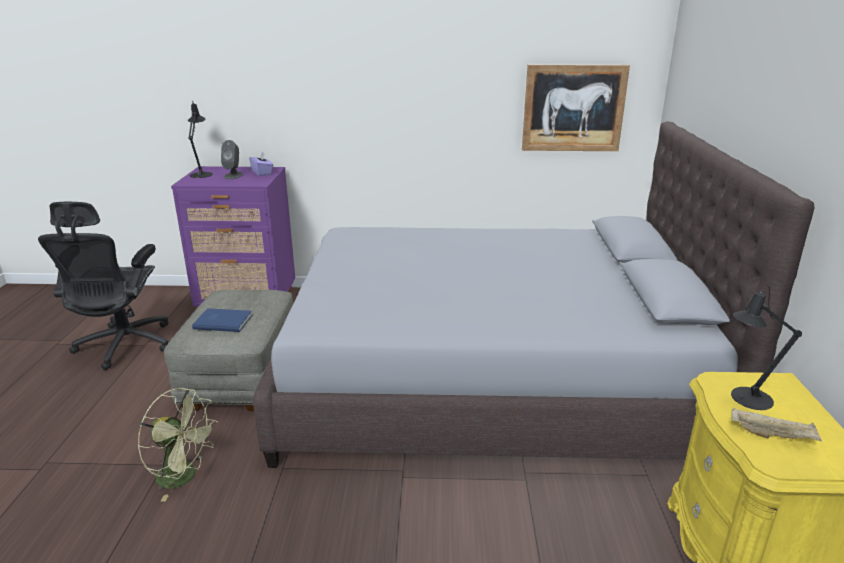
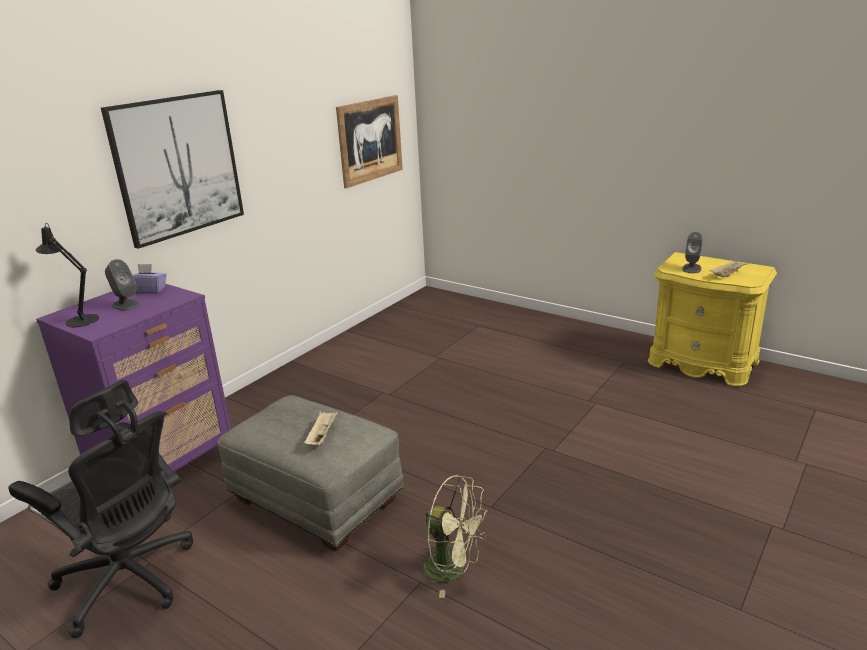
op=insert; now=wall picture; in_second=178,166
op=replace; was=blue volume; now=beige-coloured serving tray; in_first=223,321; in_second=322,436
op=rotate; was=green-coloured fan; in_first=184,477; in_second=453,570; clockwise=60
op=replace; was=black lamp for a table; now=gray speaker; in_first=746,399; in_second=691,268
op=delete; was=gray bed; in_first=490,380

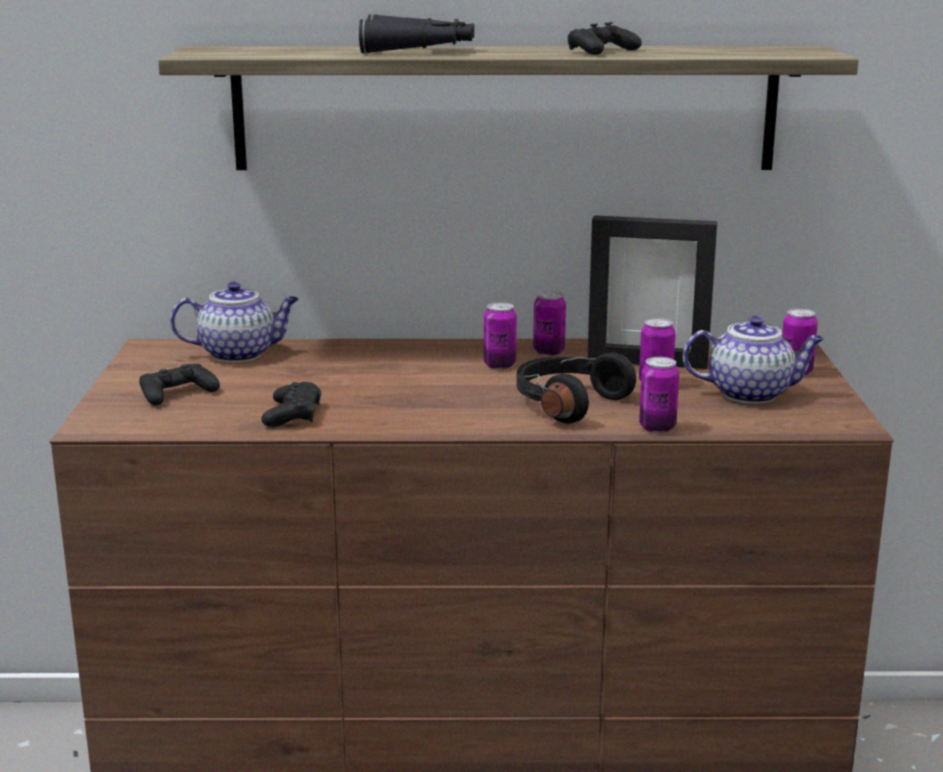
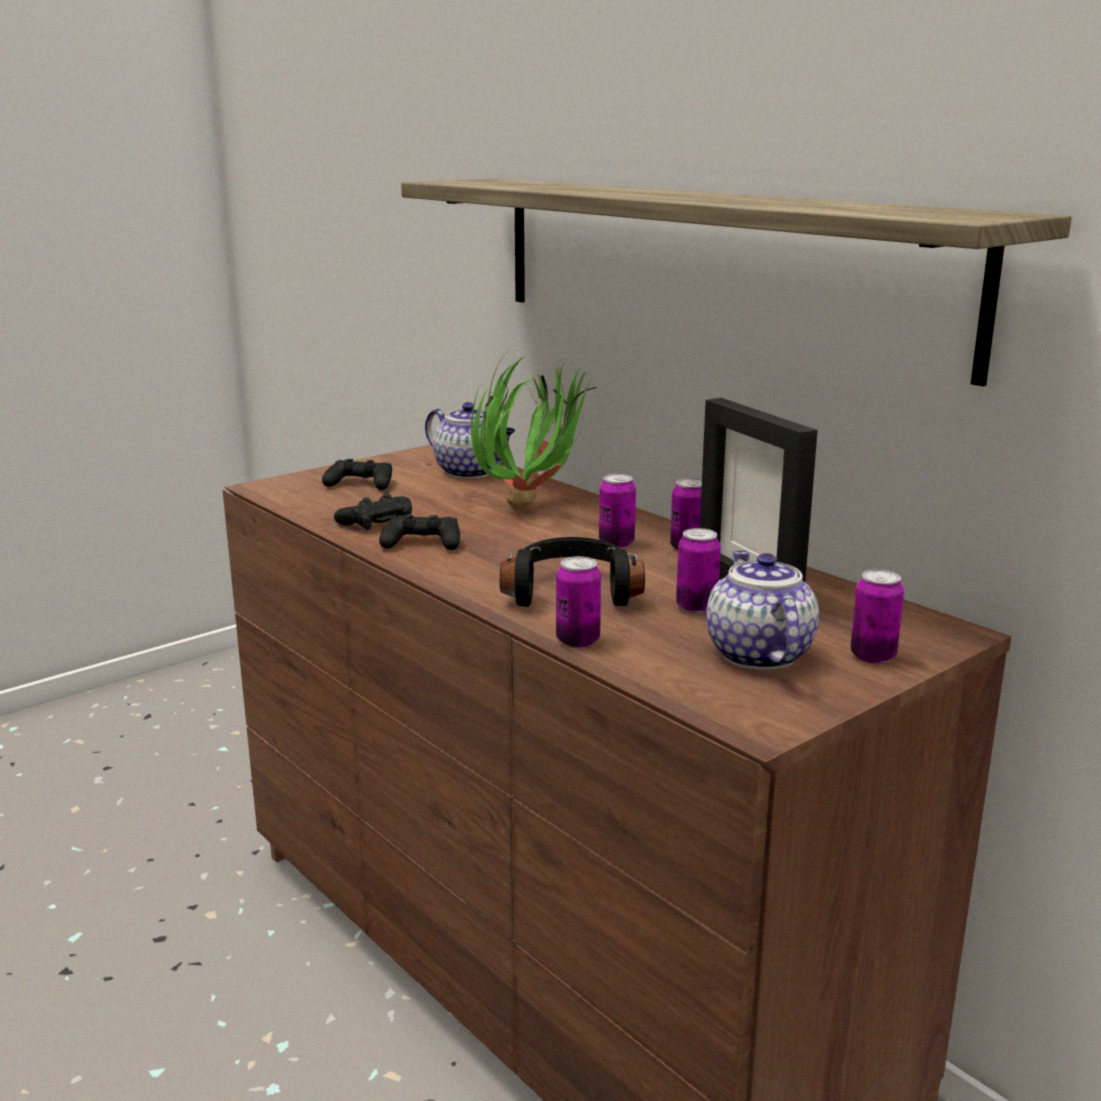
op=move; was=black game controller; in_first=602,51; in_second=422,543
op=insert; now=houseplant; in_second=537,506
op=rotate; was=tea pot; in_first=751,394; in_second=757,653; clockwise=-150
op=delete; was=black binoculars; in_first=419,51

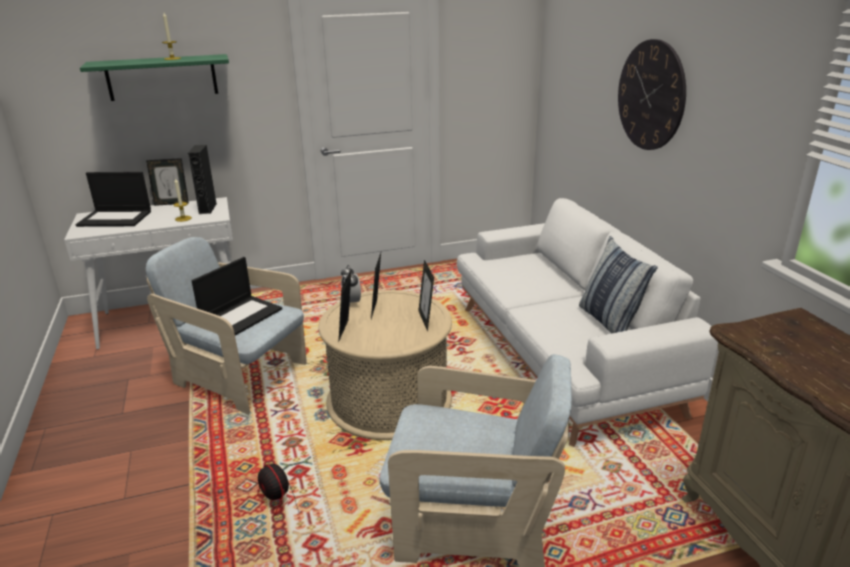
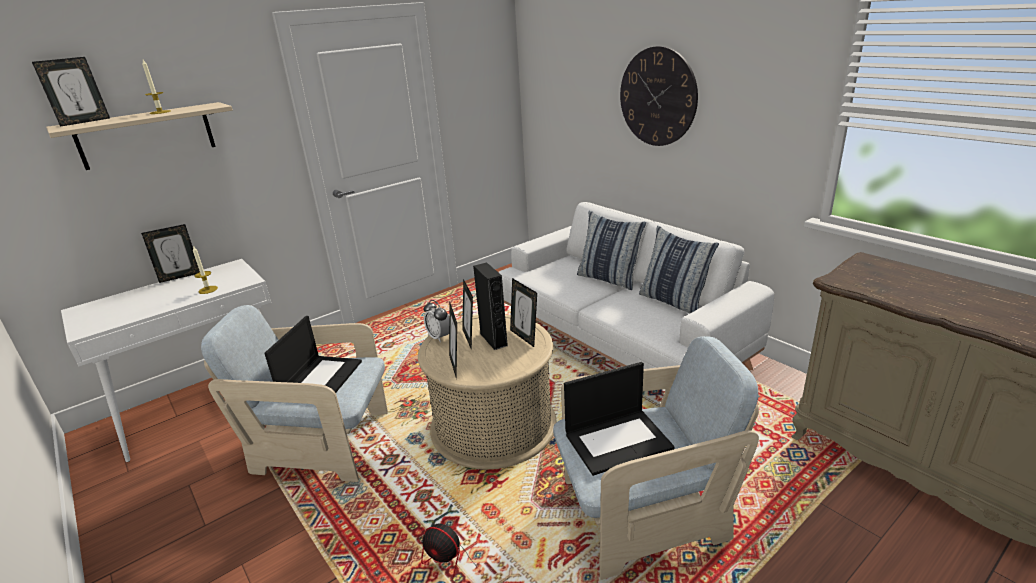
op=insert; now=photo frame; in_second=84,122
op=recolor; was=green-coloured shelf; now=beige-coloured shelf; in_first=162,77; in_second=146,135
op=move; was=black speaker; in_first=207,208; in_second=493,339
op=move; was=notebook computer; in_first=116,218; in_second=618,440
op=insert; now=pillow; in_second=609,279

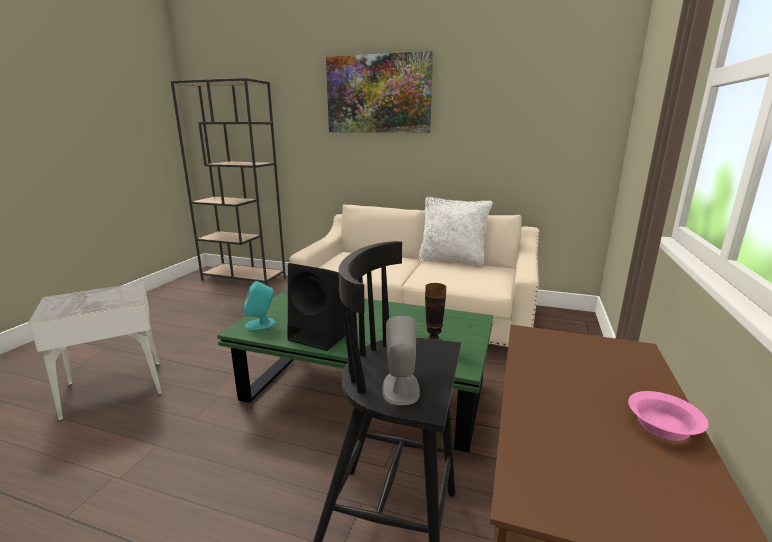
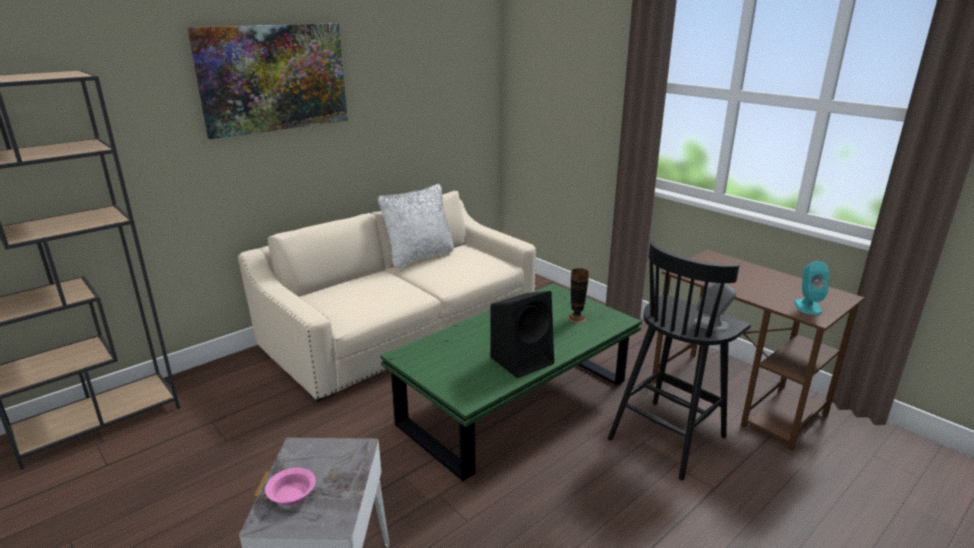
op=move; was=pinkish deep dish; in_first=661,426; in_second=291,495
op=move; was=turquoise-coloured speaker; in_first=261,324; in_second=807,306

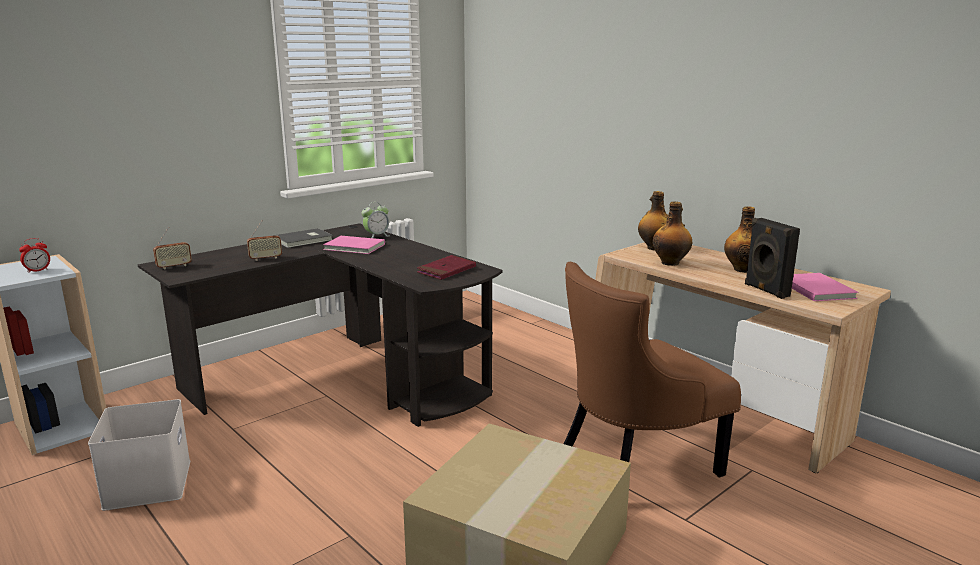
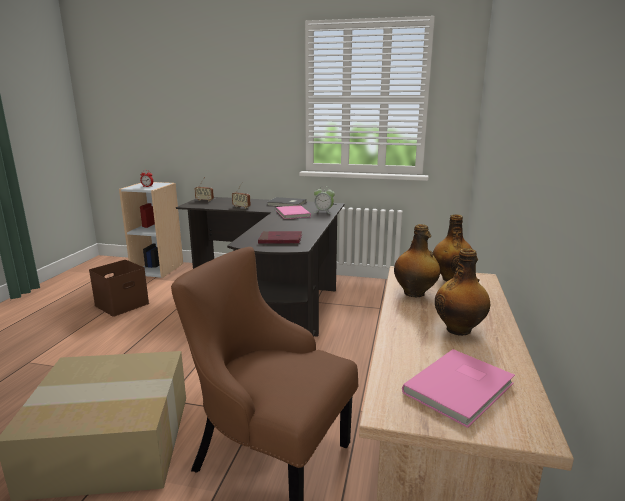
op=recolor; was=whitish storage container; now=brown storage container; in_first=146,483; in_second=122,304
op=delete; was=black speaker; in_first=765,290

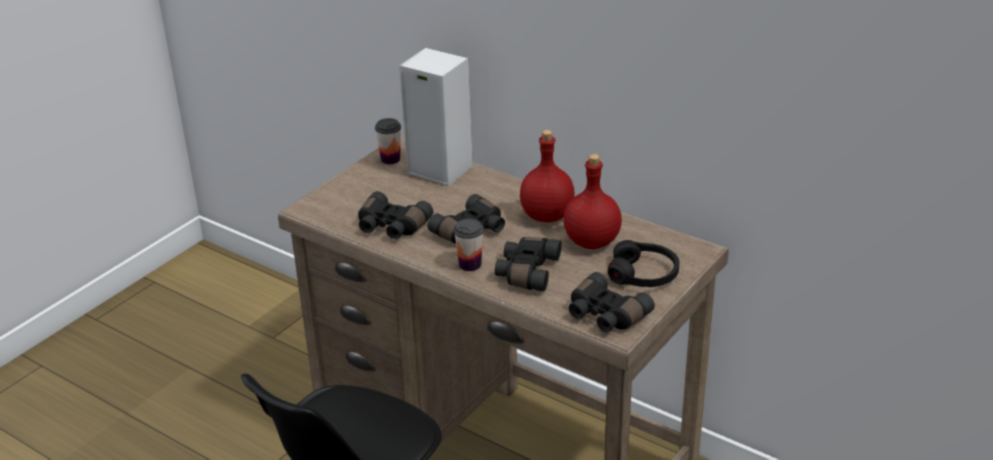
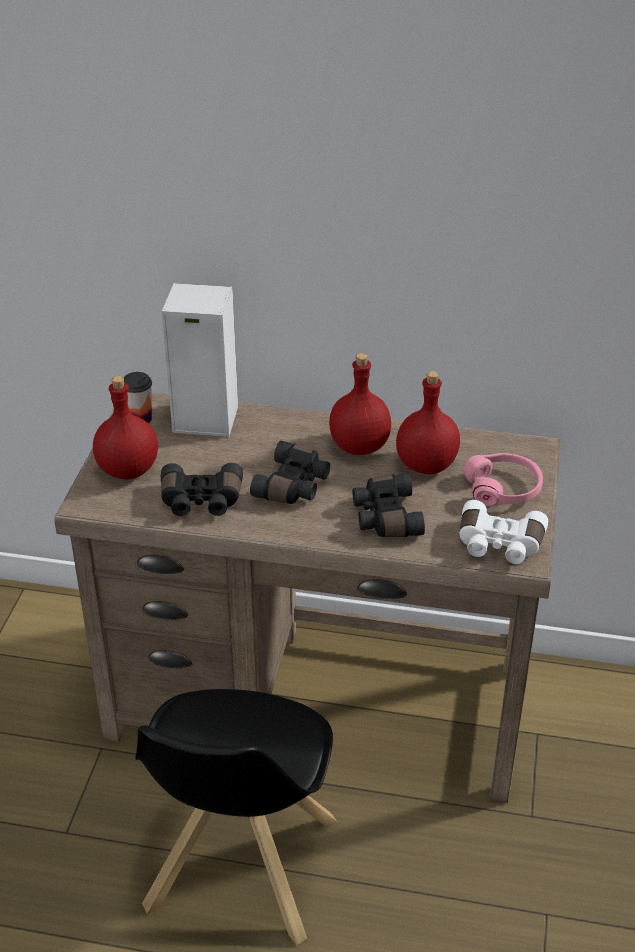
op=insert; now=red drink bottle; in_second=129,469
op=recolor; was=black binoculars; now=whitish binoculars; in_first=605,315; in_second=499,545
op=recolor; was=black headphones; now=pinkish headphones; in_first=643,274; in_second=503,488
op=delete; was=cup; in_first=470,264

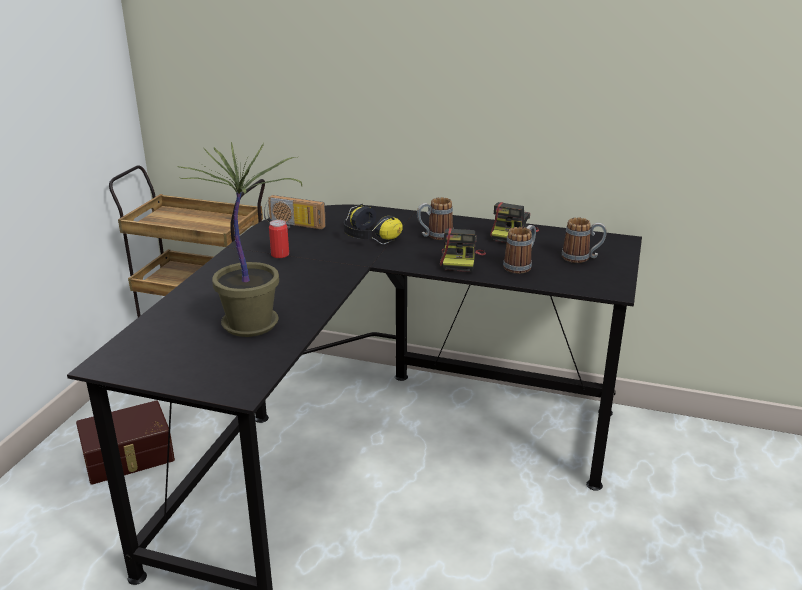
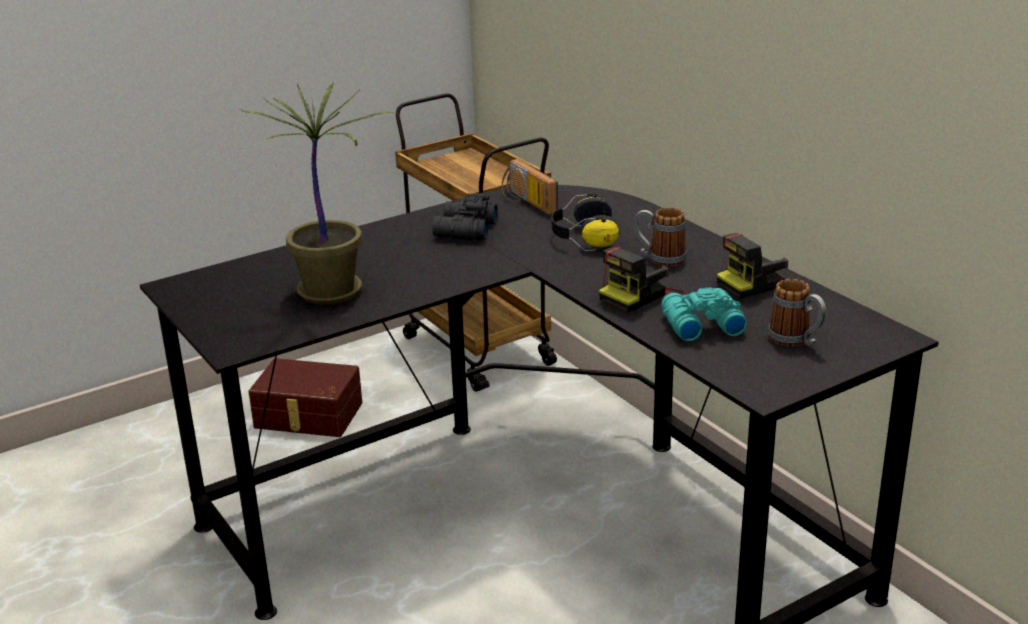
op=replace; was=metal can; now=black binoculars; in_first=280,255; in_second=464,230
op=replace; was=tea mug; now=turquoise-coloured binoculars; in_first=520,266; in_second=700,324

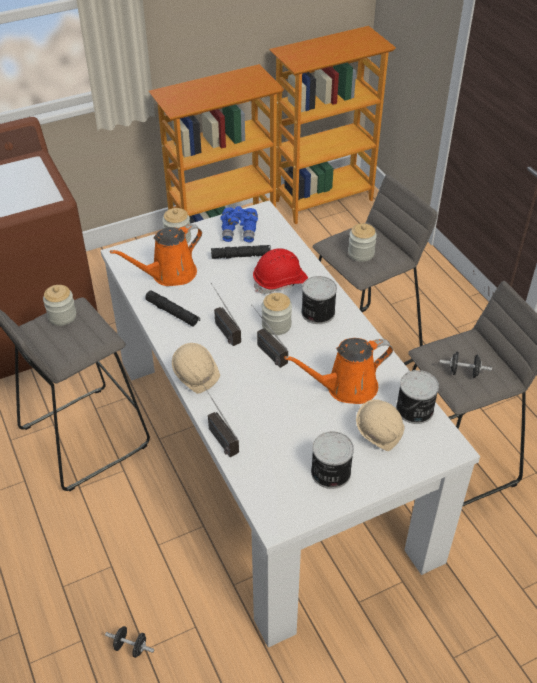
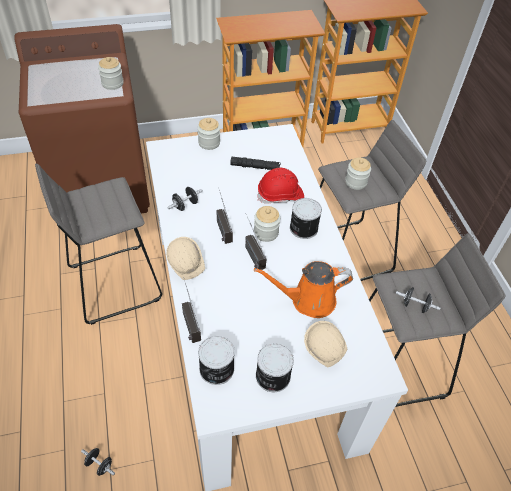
op=move; was=storage jar; in_first=62,316; in_second=112,83
op=replace; was=black flashlight; now=black free weight; in_first=172,312; in_second=185,205
op=move; was=metal can; in_first=415,410; in_second=216,369
op=delete; was=orange watering can; in_first=169,274
op=delete; was=blue binoculars; in_first=239,232

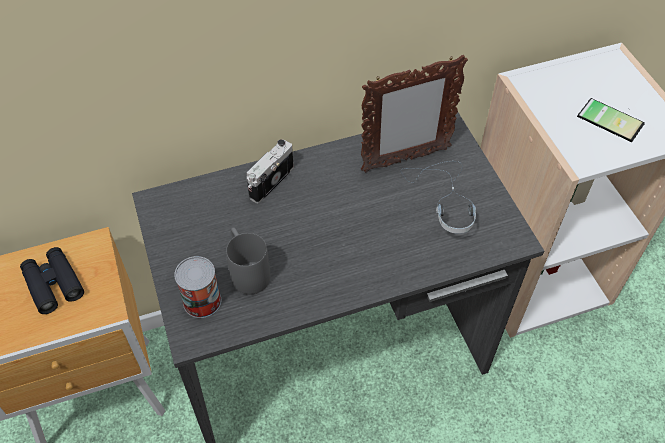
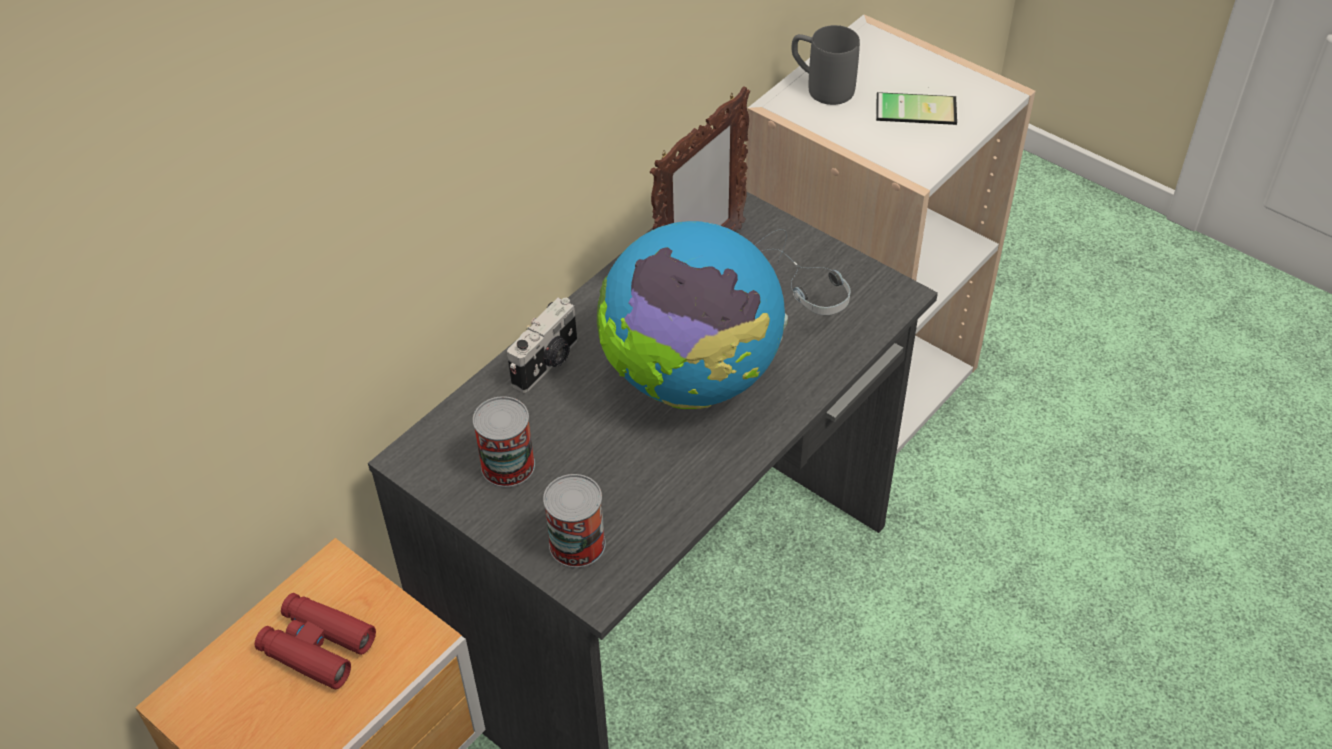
op=recolor; was=black binoculars; now=red binoculars; in_first=53,284; in_second=317,647
op=insert; now=metal can; in_second=508,465
op=rotate; was=still camera; in_first=269,181; in_second=547,363; clockwise=-150
op=insert; now=world globe; in_second=691,378
op=move; was=gray tea mug; in_first=247,271; in_second=821,87

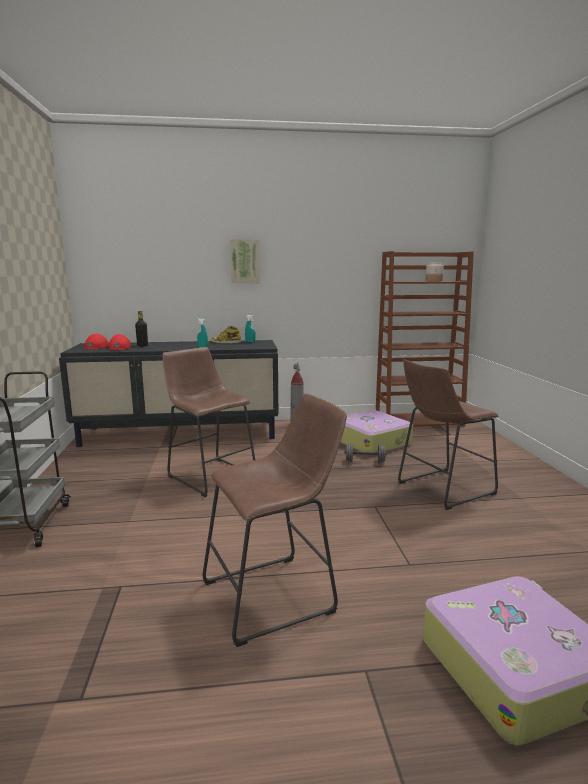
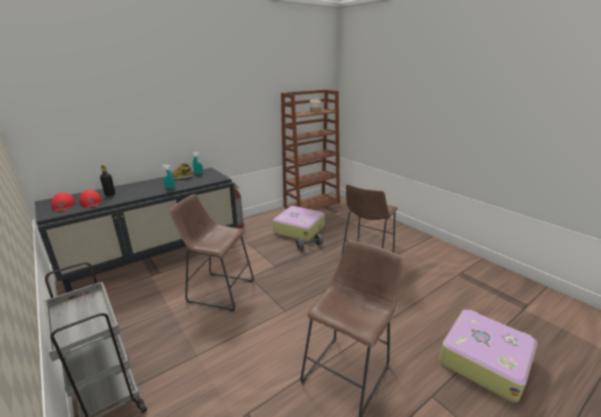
op=delete; was=wall picture; in_first=244,261

